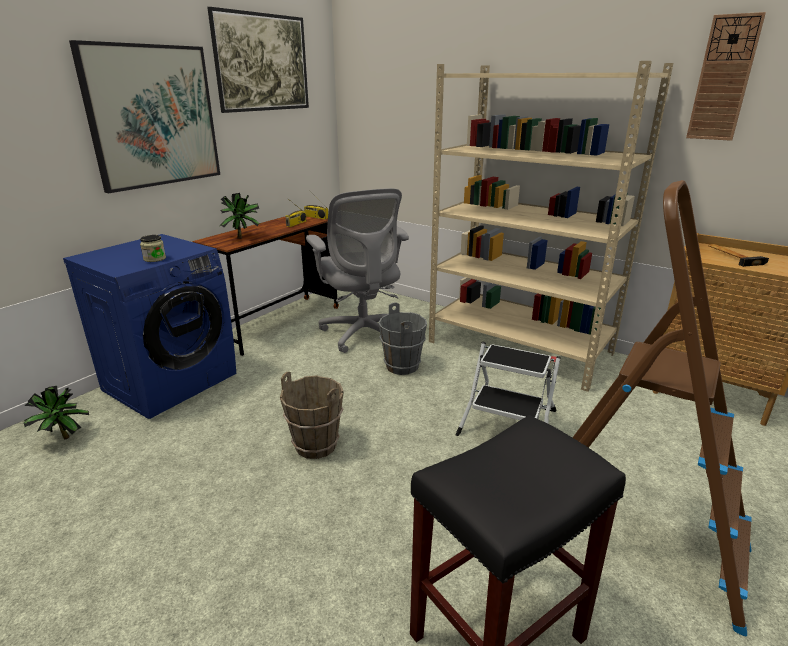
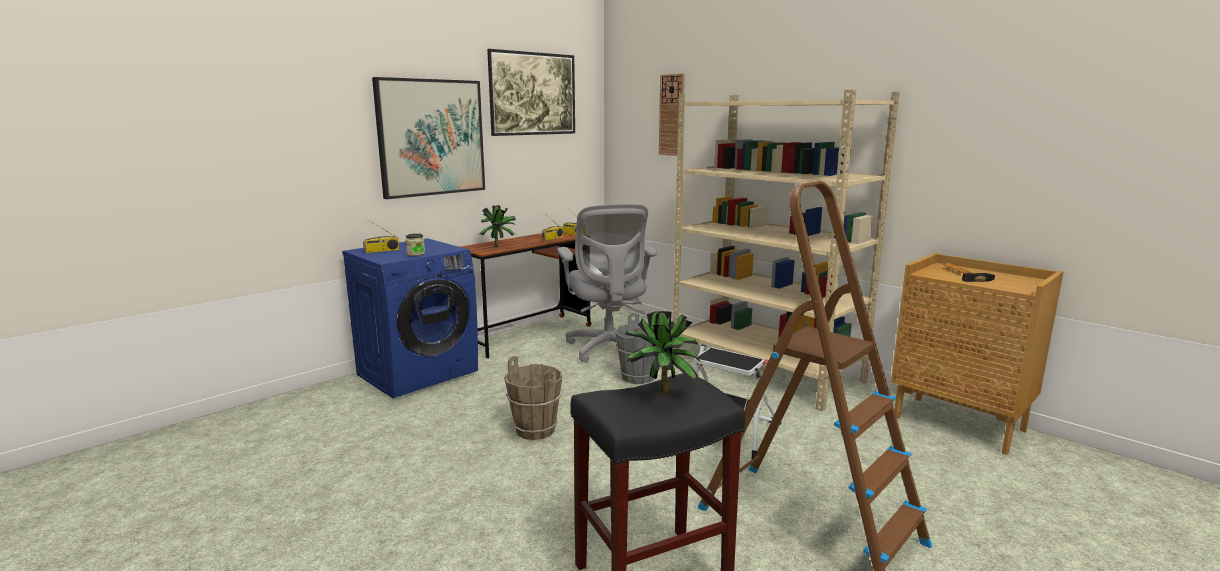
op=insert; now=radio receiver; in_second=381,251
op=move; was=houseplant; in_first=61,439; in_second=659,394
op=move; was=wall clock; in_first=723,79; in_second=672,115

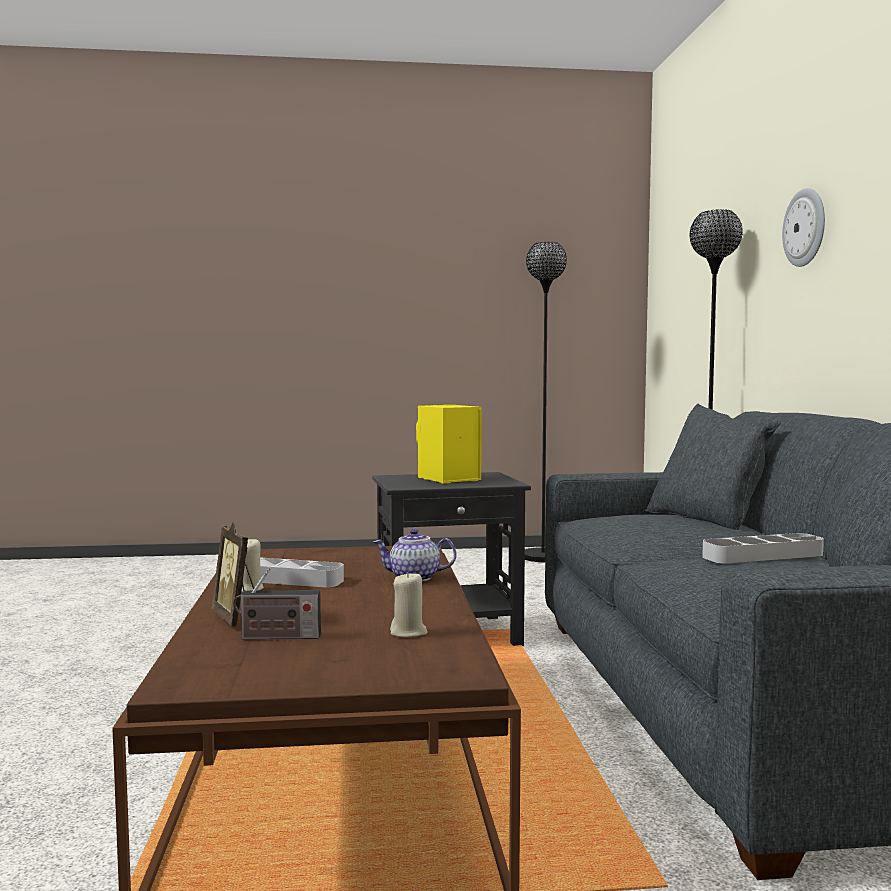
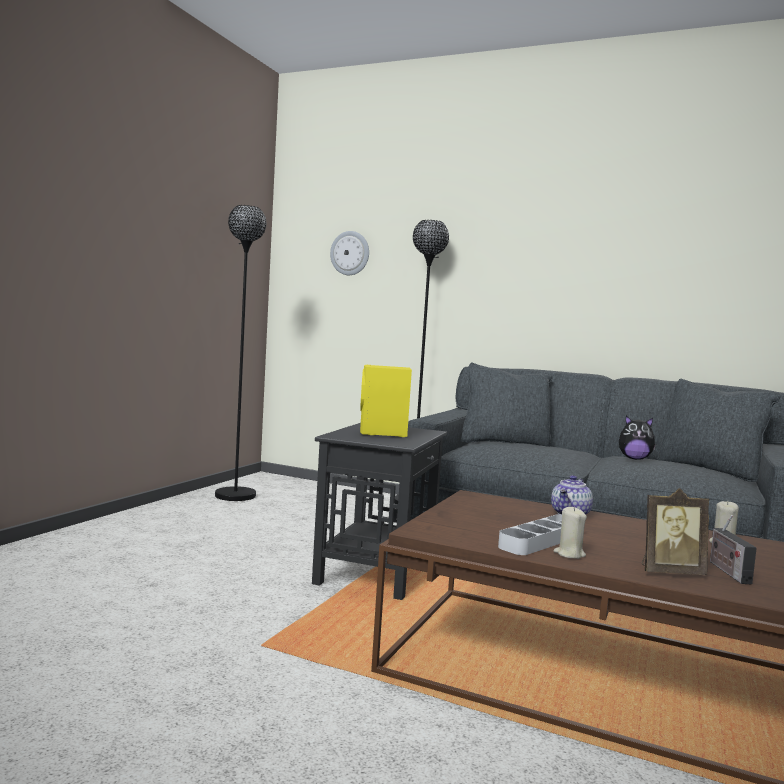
op=move; was=wall clock; in_first=805,228; in_second=350,253
op=replace; was=gray serving tray; now=cuddly toy; in_first=763,555; in_second=634,459
op=rotate; was=radio receiver; in_first=277,637; in_second=727,571; clockwise=150

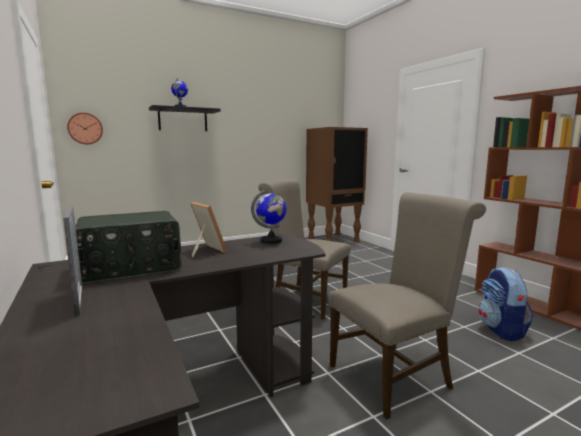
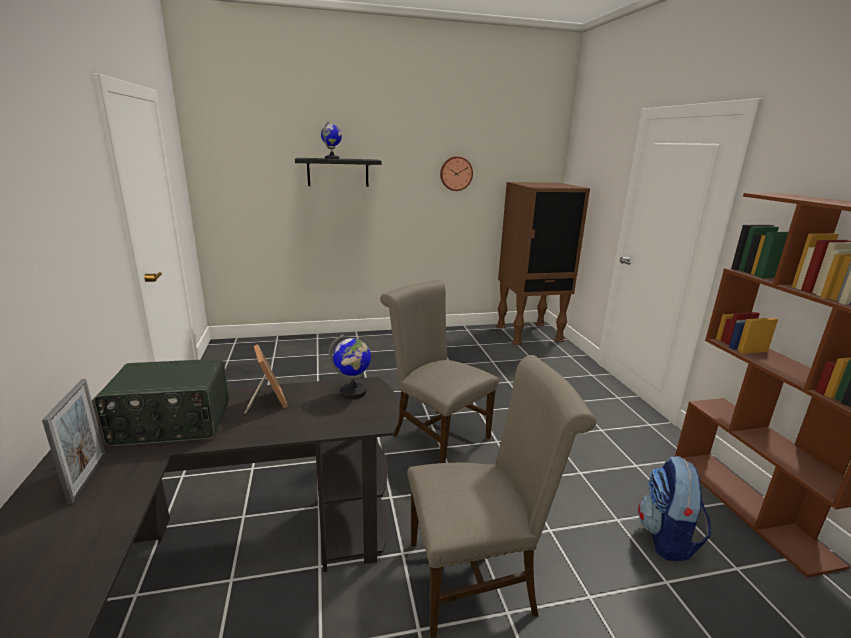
op=move; was=wall clock; in_first=85,128; in_second=456,173

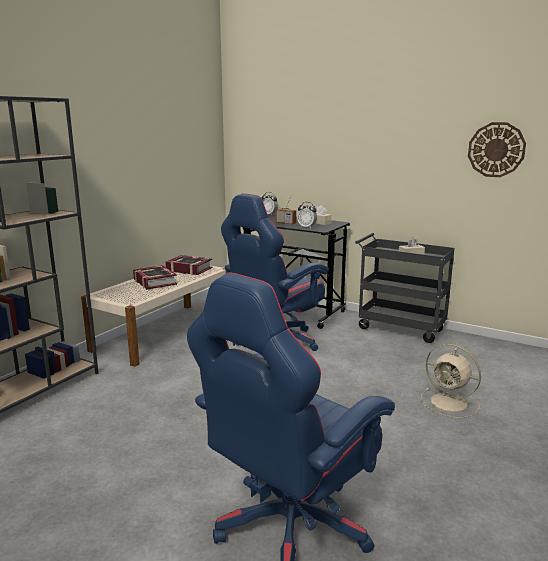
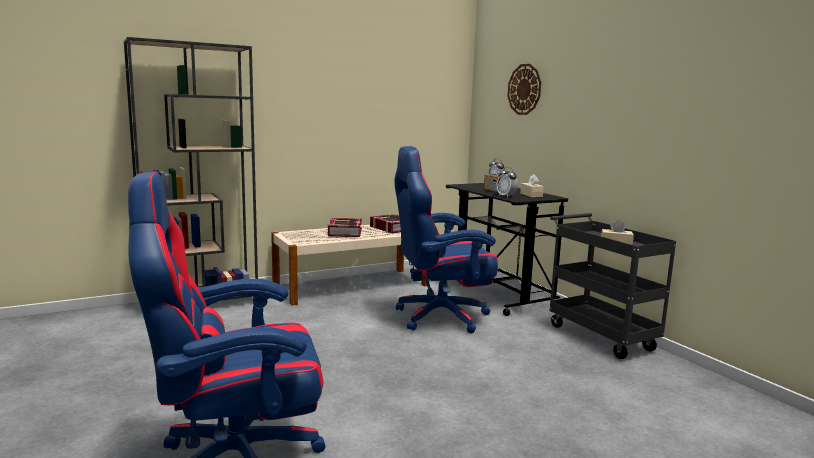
op=move; was=wall clock; in_first=496,150; in_second=524,89
op=delete; was=beige-coloured fan; in_first=450,403

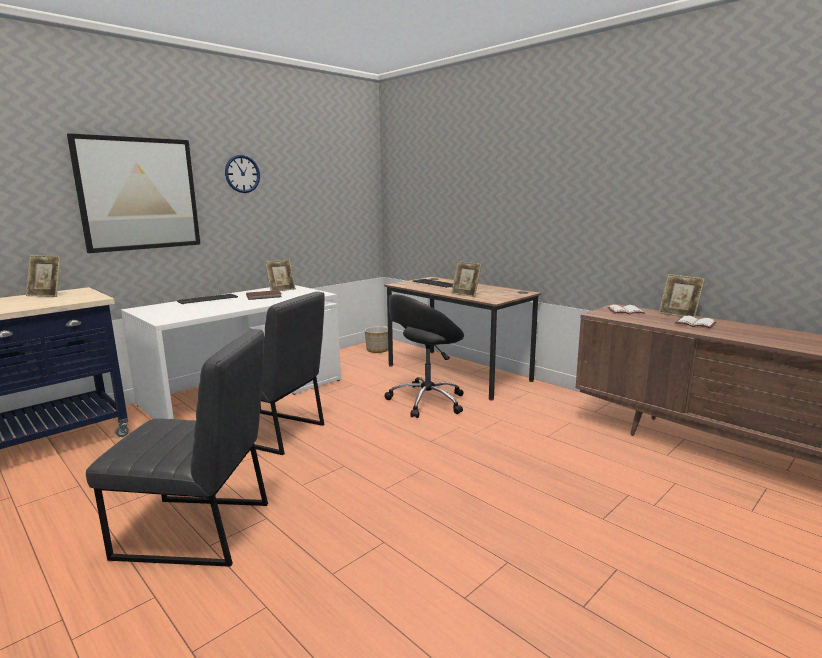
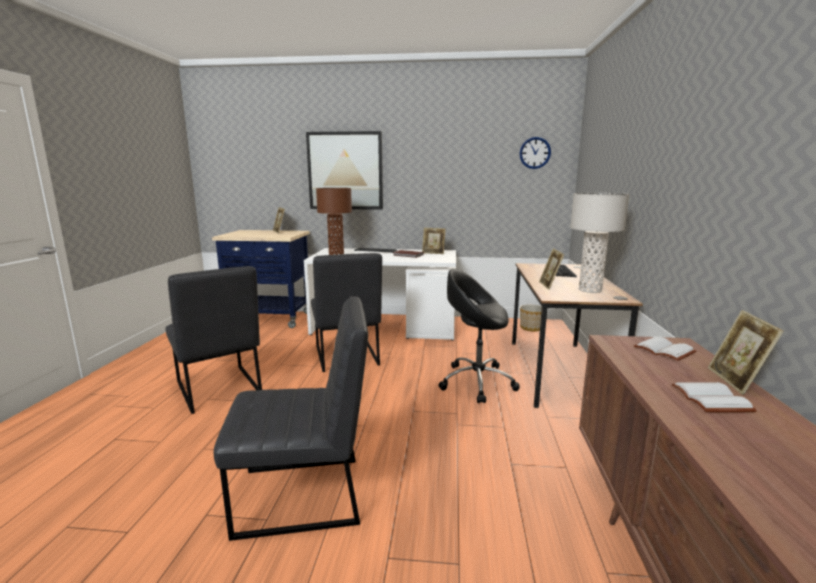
op=insert; now=gray plain chair; in_second=304,495
op=insert; now=brown lamp for a table; in_second=336,254
op=move; was=wall clock; in_first=242,174; in_second=535,153
op=insert; now=whitish lamp for a table; in_second=590,290

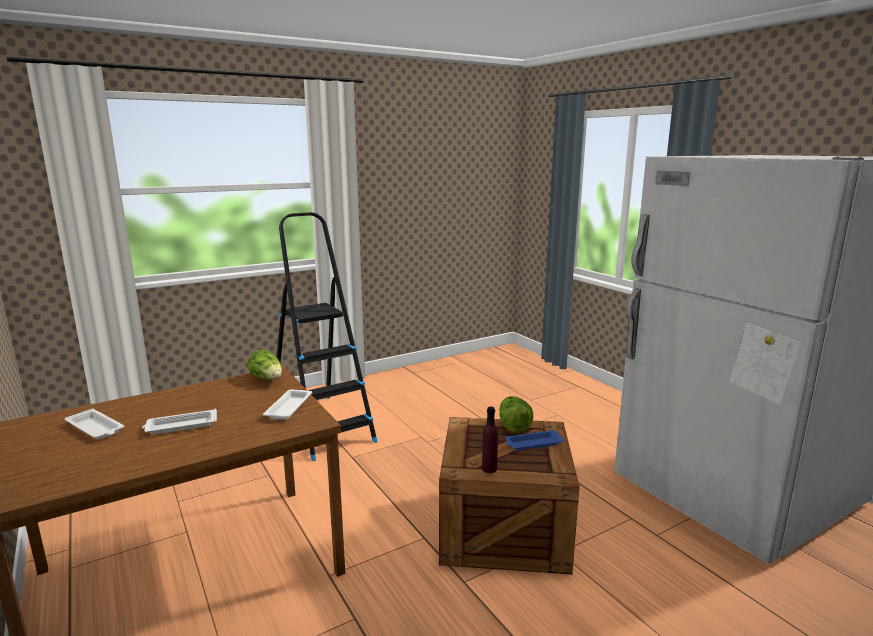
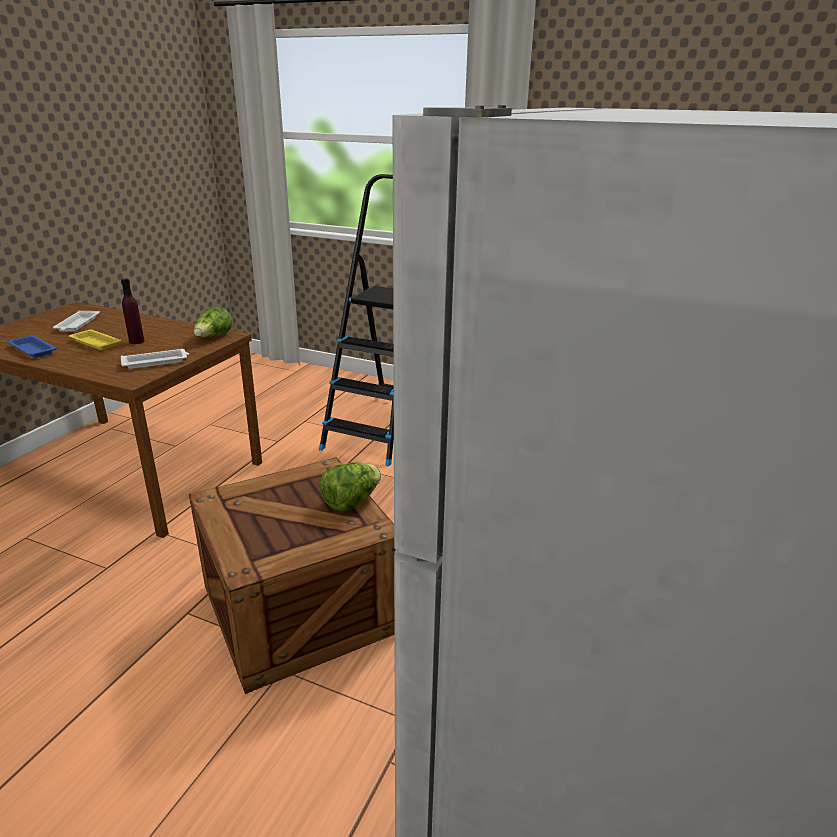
op=move; was=blue serving tray; in_first=533,444; in_second=32,349
op=recolor; was=whitish serving tray; now=yellow-coloured serving tray; in_first=180,426; in_second=95,343
op=move; was=purplish drink bottle; in_first=489,469; in_second=136,341

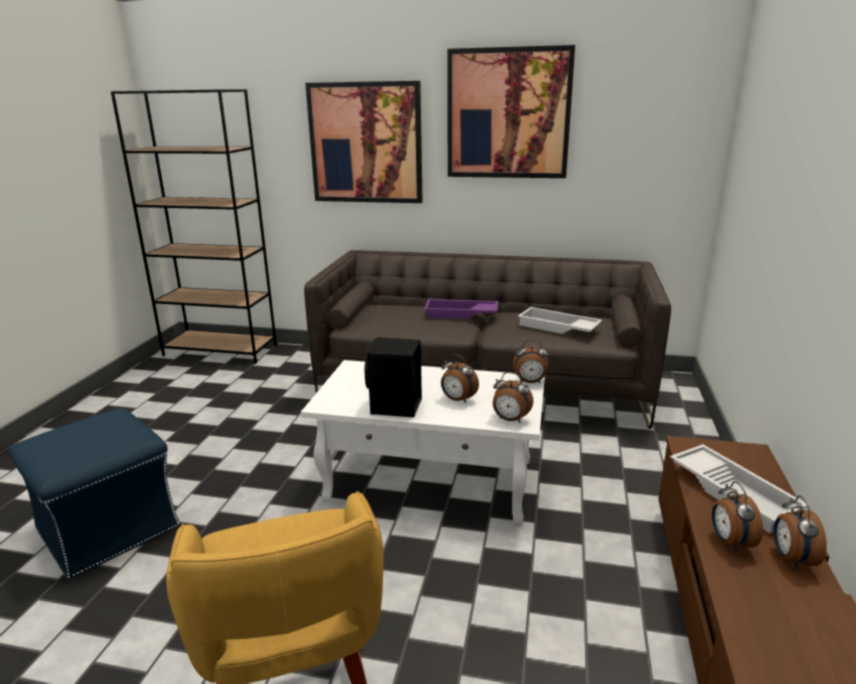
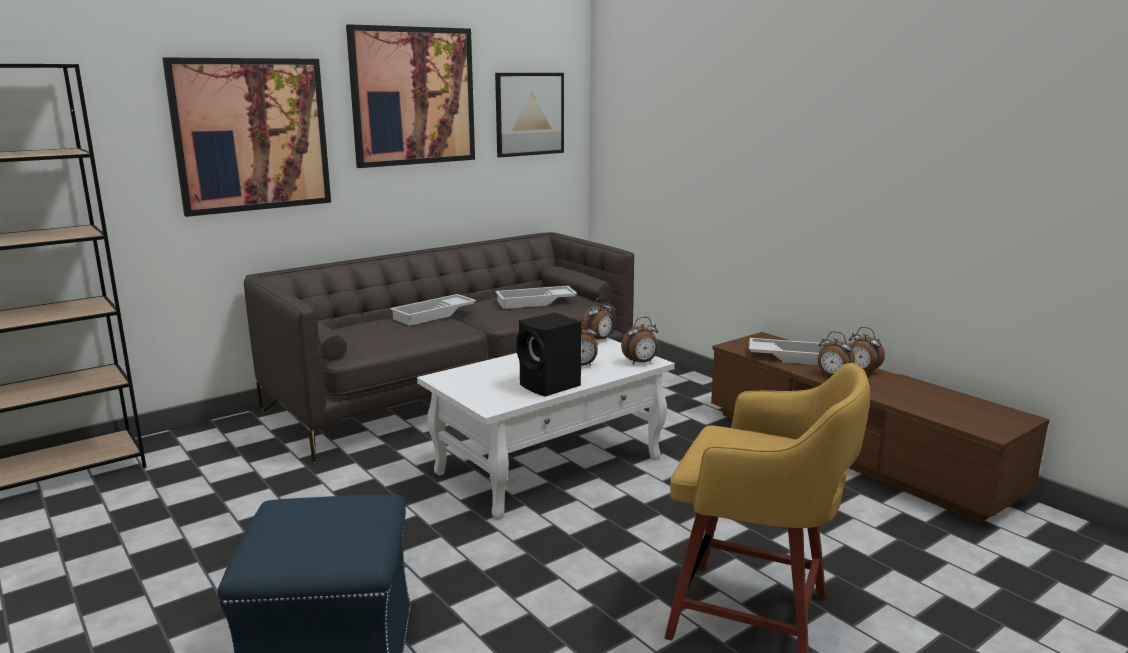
op=recolor; was=purplish serving tray; now=whitish serving tray; in_first=460,314; in_second=434,315
op=insert; now=wall picture; in_second=529,114

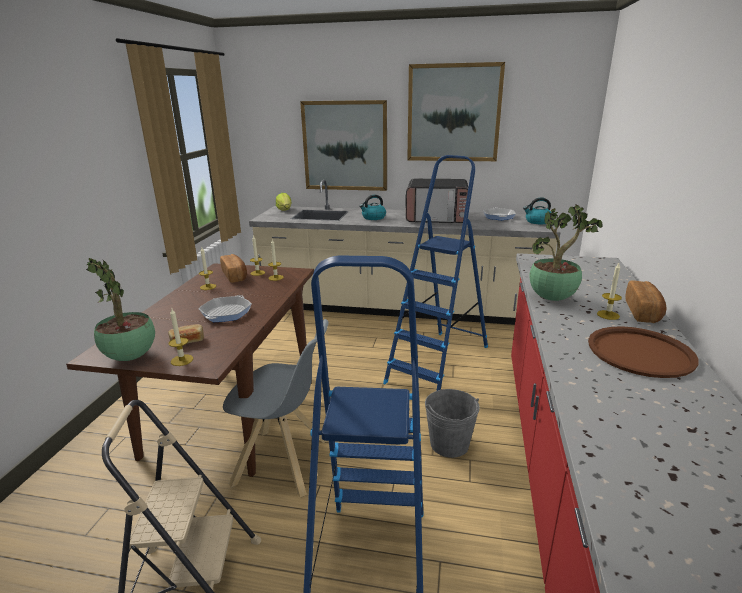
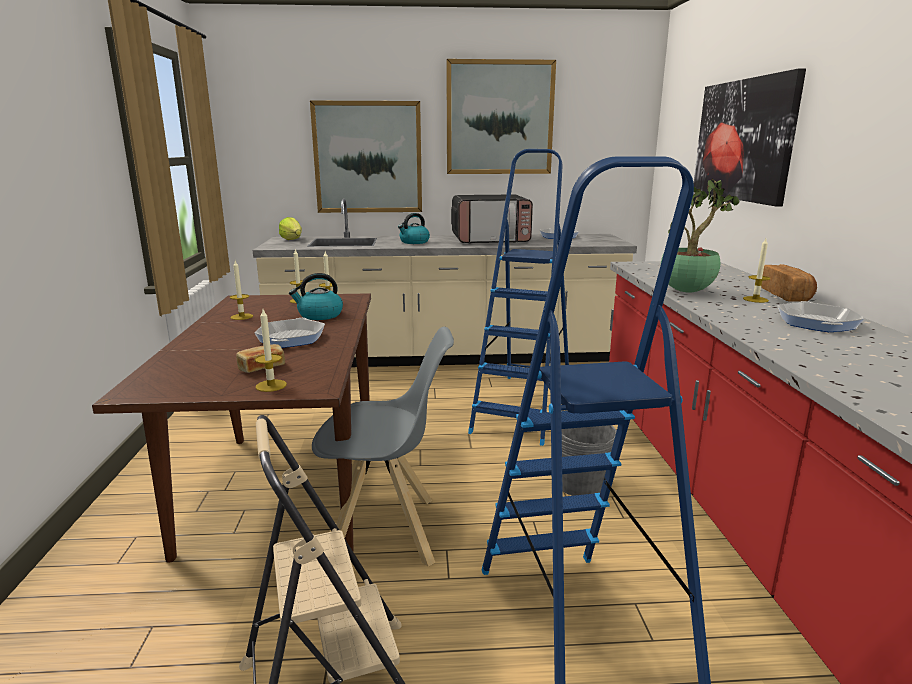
op=move; was=water kettle; in_first=537,222; in_second=319,315
op=insert; now=wall picture; in_second=743,140
op=replace; was=brown serving tray; now=pan; in_first=640,352; in_second=816,323
op=delete; was=houseplant; in_first=131,357
op=delete; was=baked bread; in_first=235,276

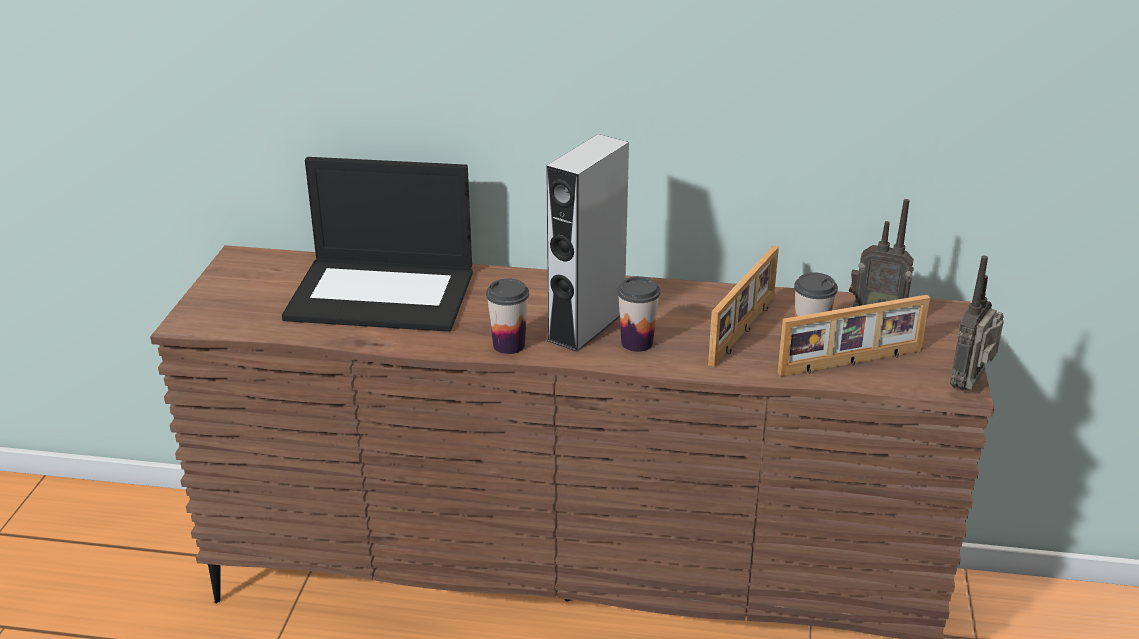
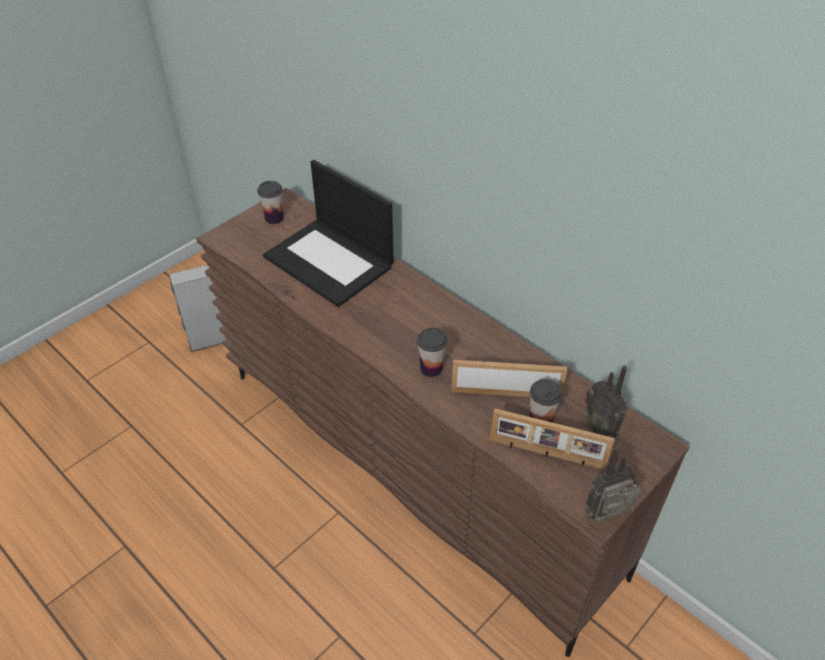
op=move; was=gray speaker; in_first=586,326; in_second=211,340
op=move; was=cup; in_first=509,345; in_second=274,218
op=rotate; was=photo frame; in_first=744,330; in_second=506,392; clockwise=-150

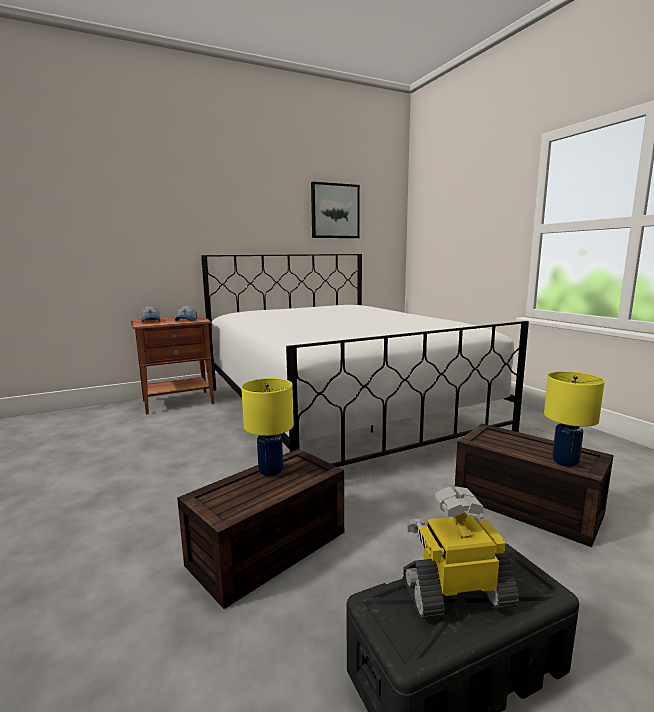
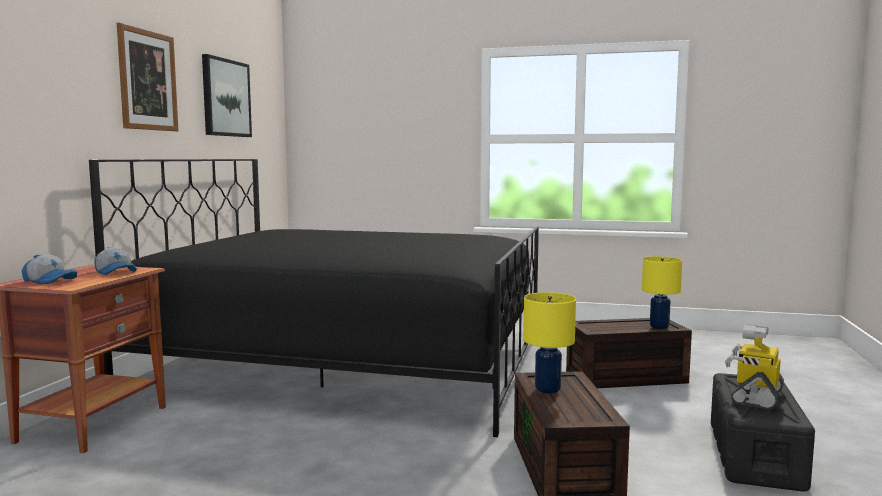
op=recolor; was=whitish bed; now=black bed; in_first=338,410; in_second=347,365
op=insert; now=wall picture; in_second=147,80

